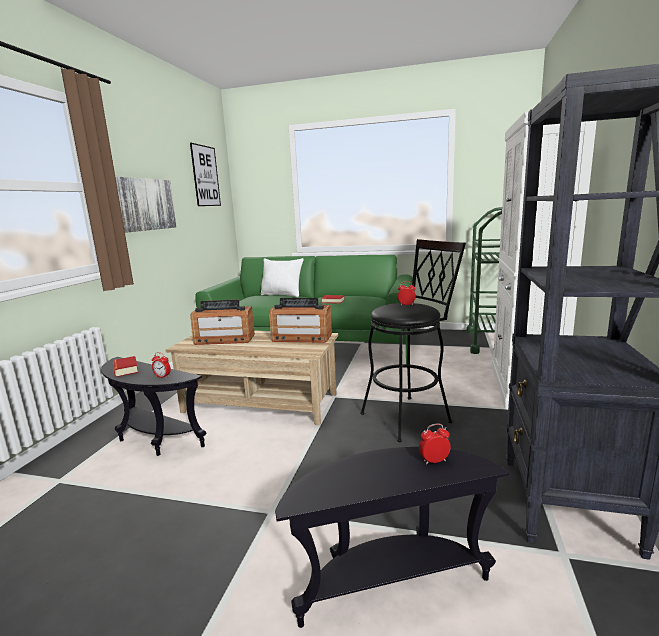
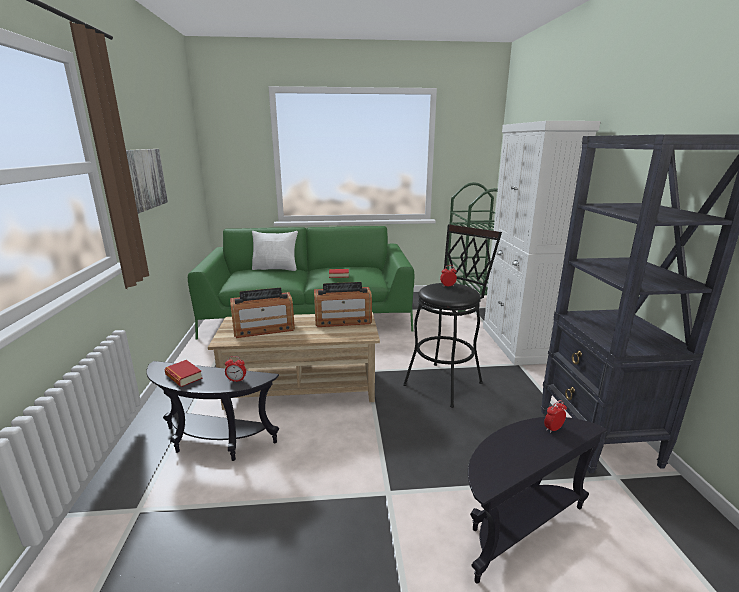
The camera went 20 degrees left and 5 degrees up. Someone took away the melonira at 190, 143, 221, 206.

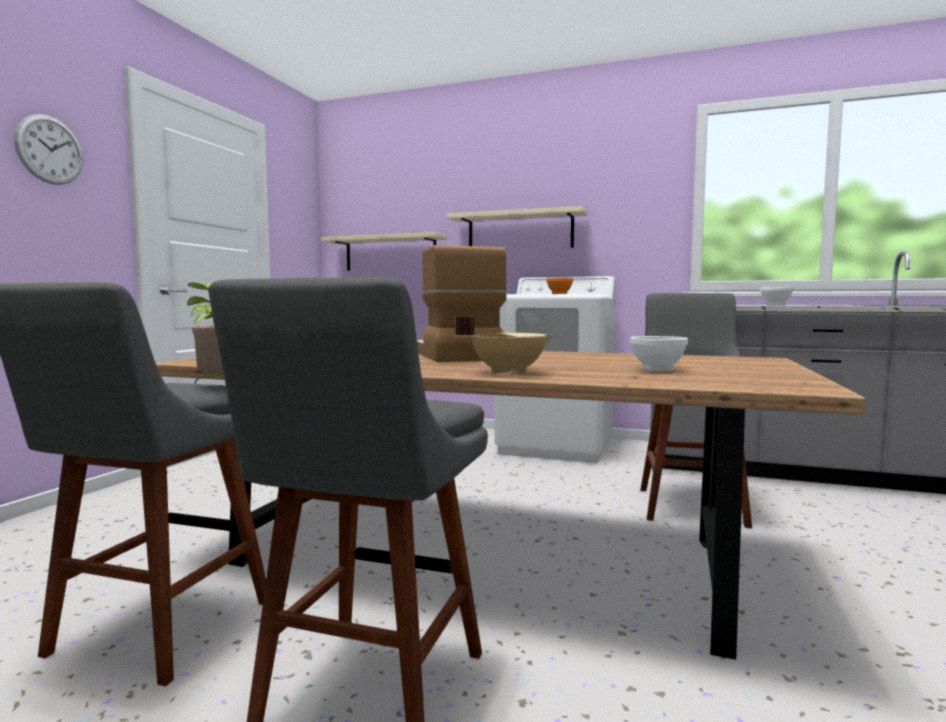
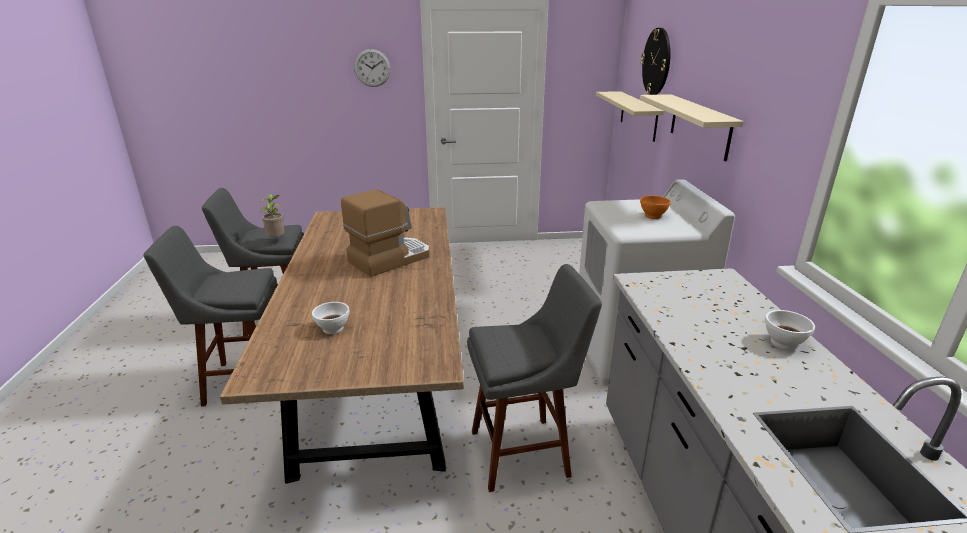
The camera went 65 degrees right and 20 degrees up. Someone put up the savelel at 641, 28, 671, 95. Someone took away the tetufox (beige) at 455, 316, 554, 375.

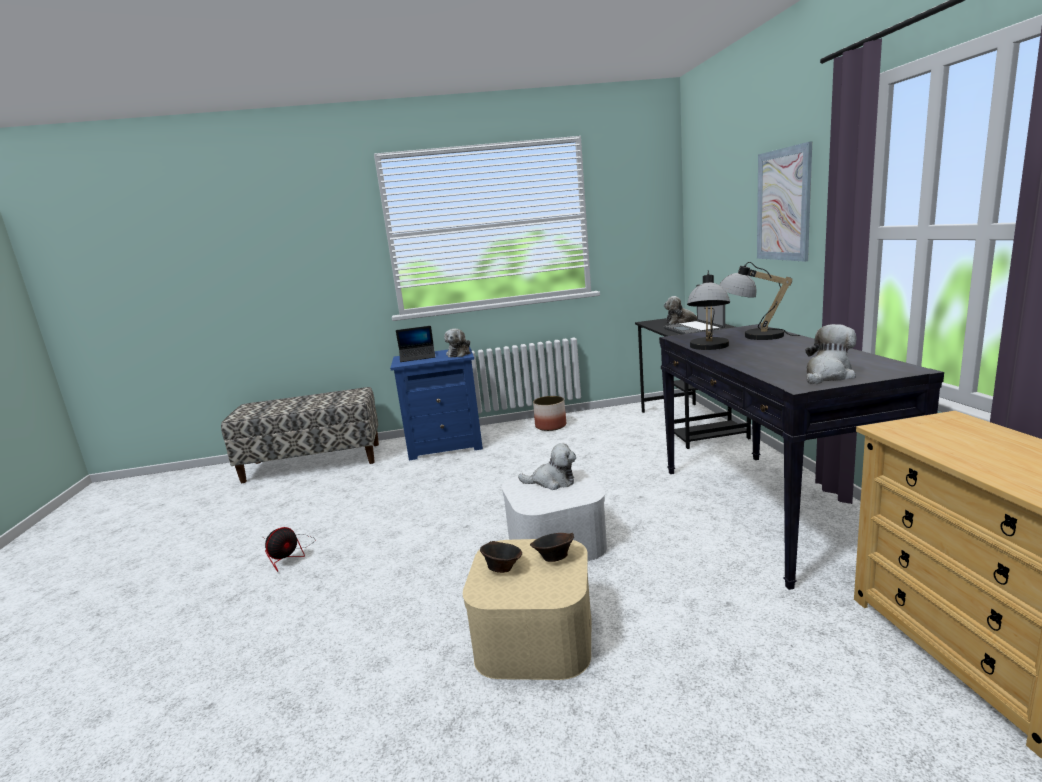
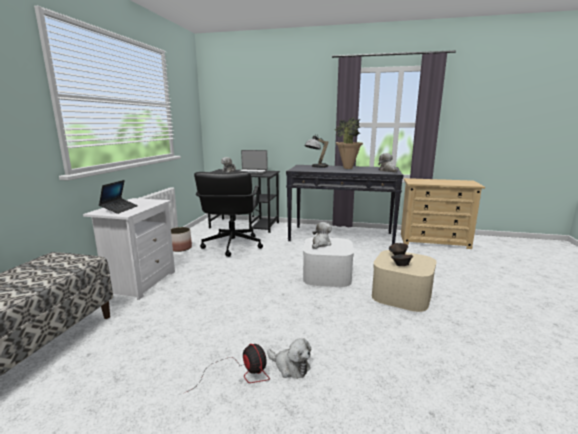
The camera went 70 degrees left and 0 degrees up. Someone repainted the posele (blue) at 390, 347, 483, 460, which became the posele (white) at 83, 198, 175, 300. Someone put down the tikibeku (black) at 194, 172, 263, 257. Someone carried the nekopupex from 444, 329, 470, 358 to 267, 338, 311, 379. Someone put down the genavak at 335, 117, 363, 169. Someone took away the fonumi at 687, 270, 730, 350. Someone took away the melonira at 757, 141, 812, 262.

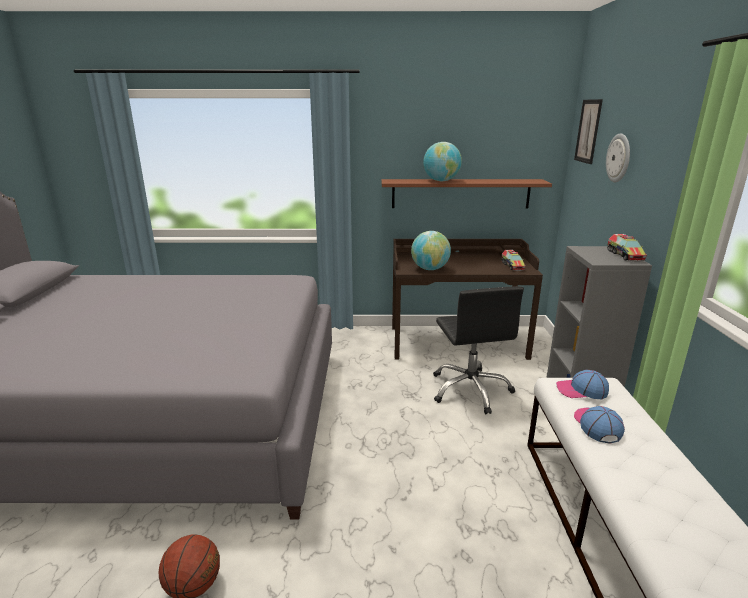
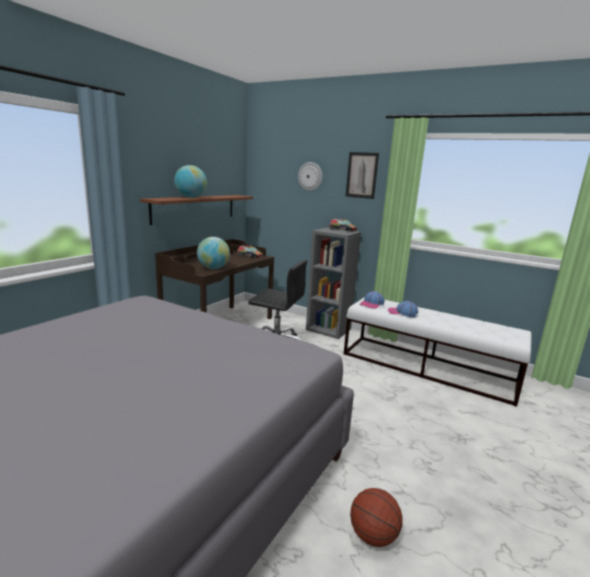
The camera went 60 degrees left and 5 degrees down. Someone carried the melonira from 574, 99, 603, 164 to 346, 152, 379, 199.

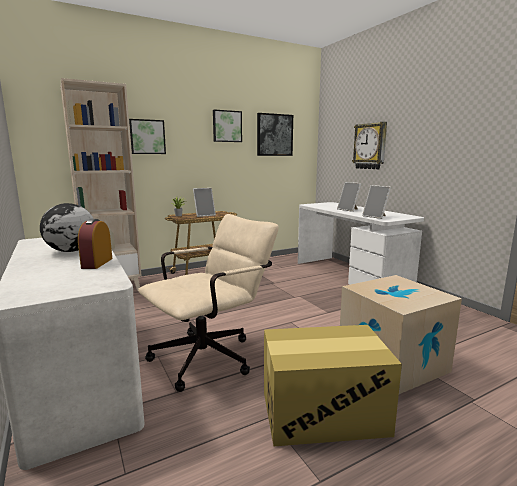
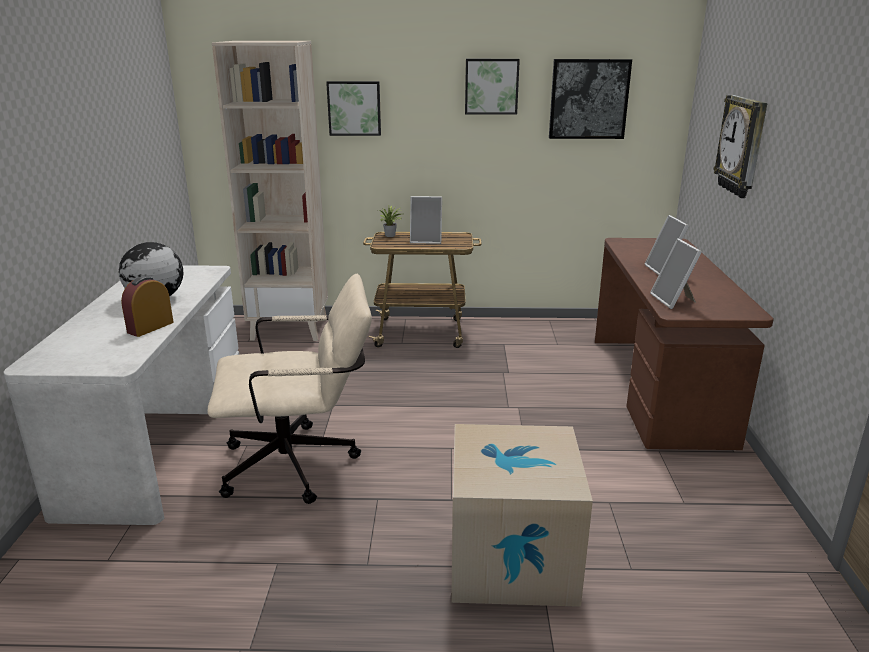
The camera went 30 degrees right and 10 degrees up. Someone repainted the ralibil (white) at 298, 202, 424, 285, which became the ralibil (brown) at 595, 238, 774, 450. Someone took away the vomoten at 264, 325, 402, 447.

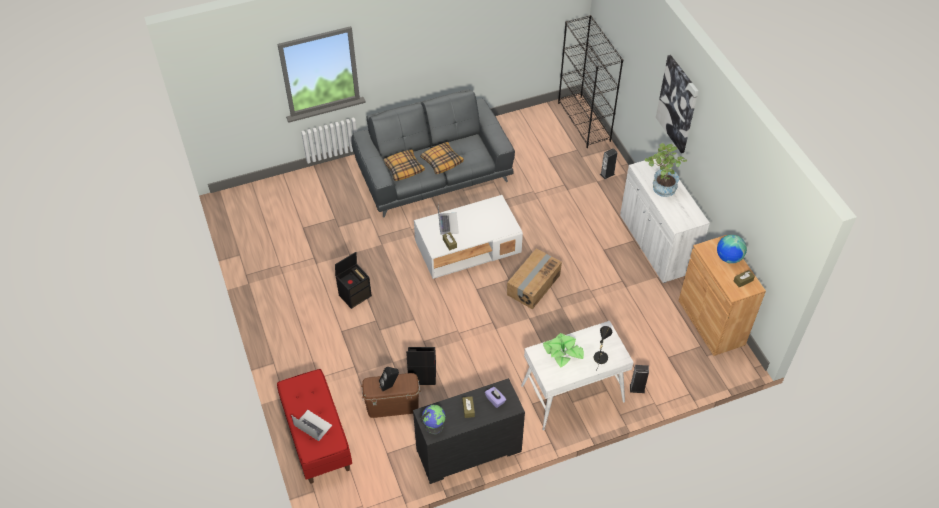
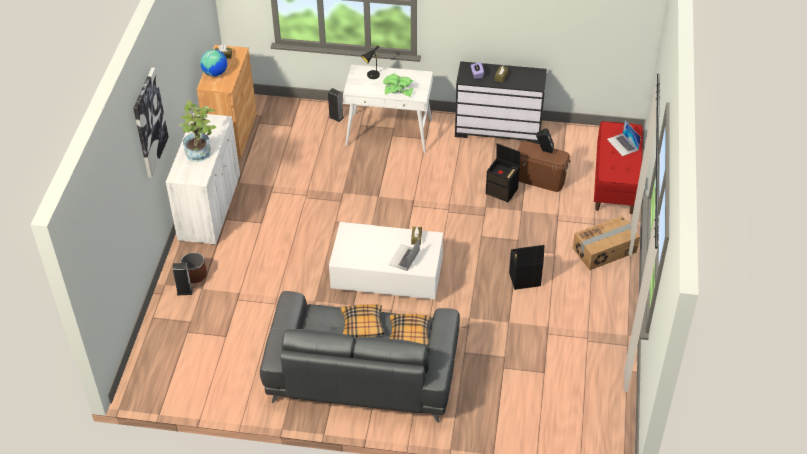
The camera went 150 degrees left and 5 degrees down. Someone put down the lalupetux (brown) at 181, 252, 207, 283. Someone carried the vomoten from 507, 249, 562, 310 to 573, 216, 640, 270. Someone took away the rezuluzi at 420, 405, 445, 435. Someone took away the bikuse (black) at 558, 15, 623, 148.

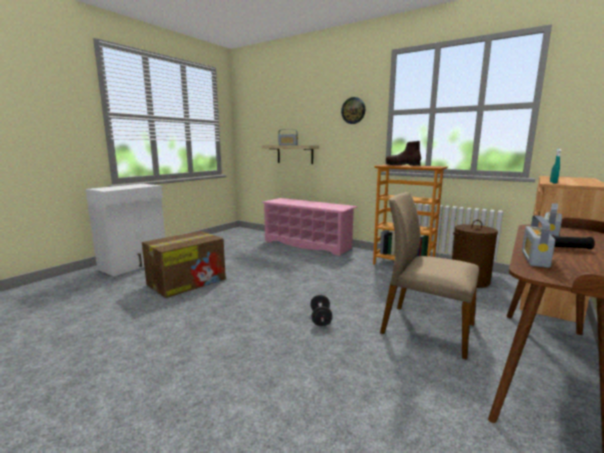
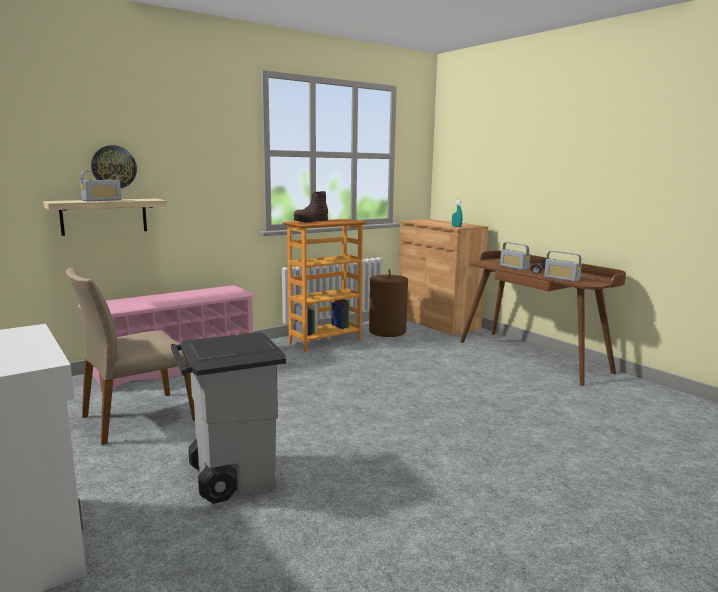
The camera went 70 degrees left and 0 degrees up. Someone carried the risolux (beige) from 380, 192, 479, 360 to 66, 268, 195, 445. Someone carried the savelel from 341, 97, 365, 124 to 91, 145, 137, 188. Someone swapped the vomoten at 142, 231, 226, 298 for the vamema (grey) at 171, 332, 286, 504. Someone took away the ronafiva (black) at 310, 295, 333, 326.

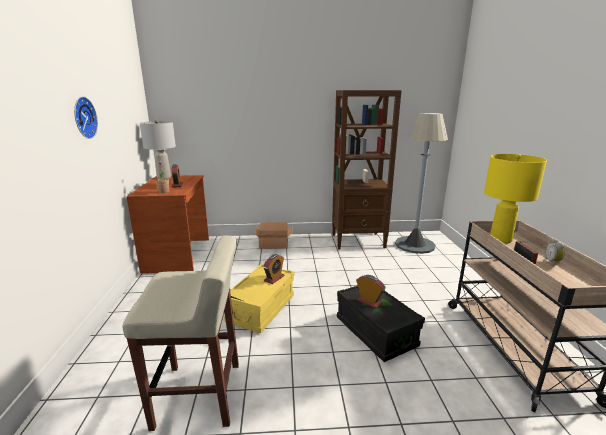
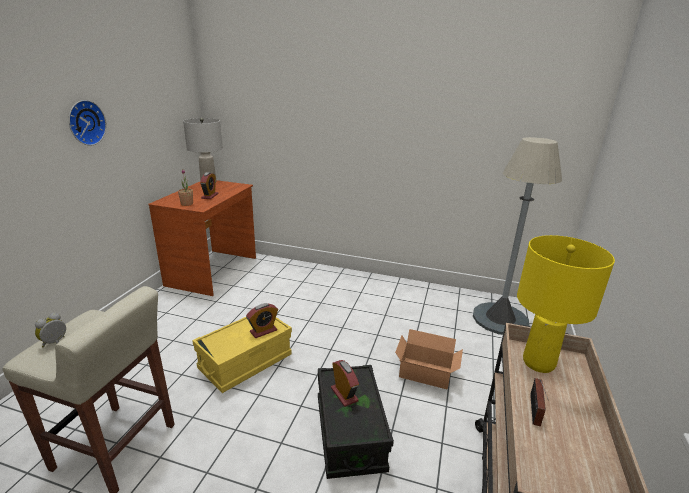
The camera went 20 degrees right and 5 degrees up. Someone carried the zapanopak from 546, 238, 564, 266 to 35, 313, 66, 347. Someone carried the vomoten from 255, 222, 292, 249 to 395, 329, 463, 389. Someone took away the bikuse (brown) at 332, 90, 402, 250.

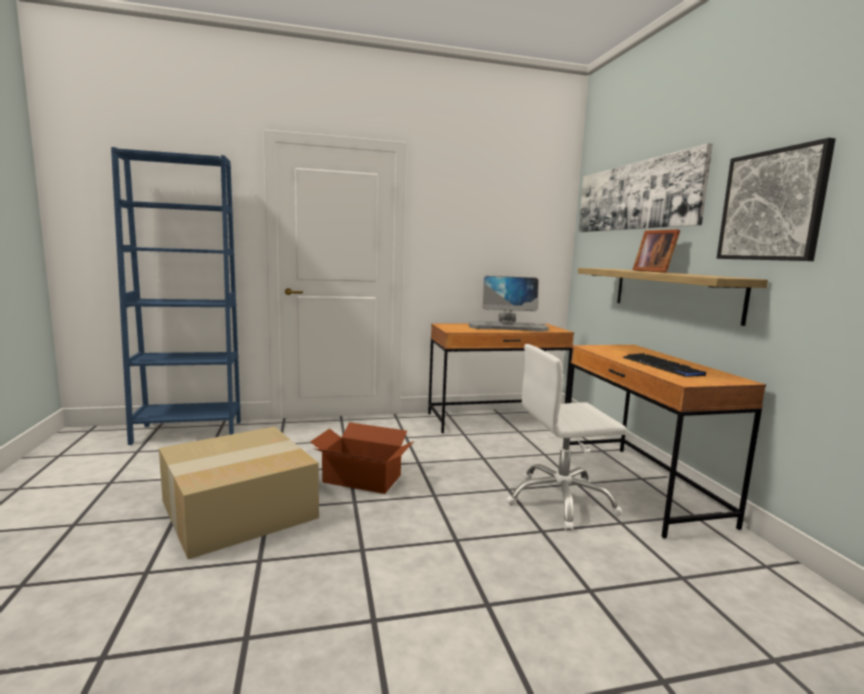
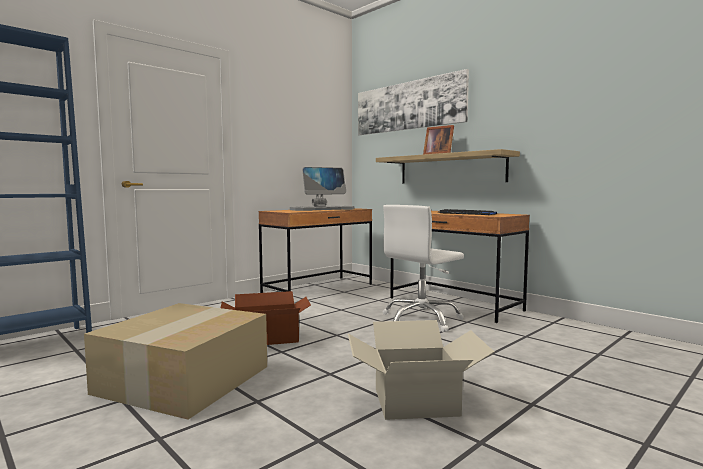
The camera went 30 degrees left and 5 degrees down. Someone put down the vomoten at 348, 320, 494, 420. Someone took away the melonira at 717, 138, 836, 261.

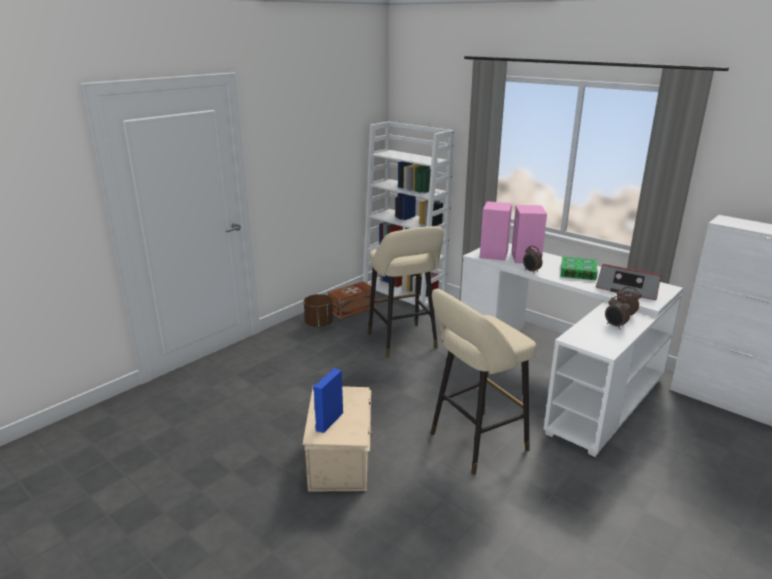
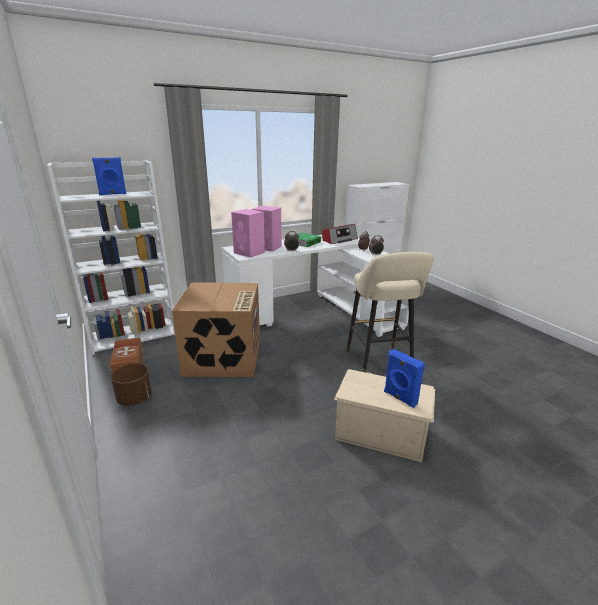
The camera went 70 degrees left and 0 degrees up. Someone put down the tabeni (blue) at 92, 157, 127, 195. Someone swapped the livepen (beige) at 368, 226, 444, 358 for the vomoten at 172, 282, 260, 377.

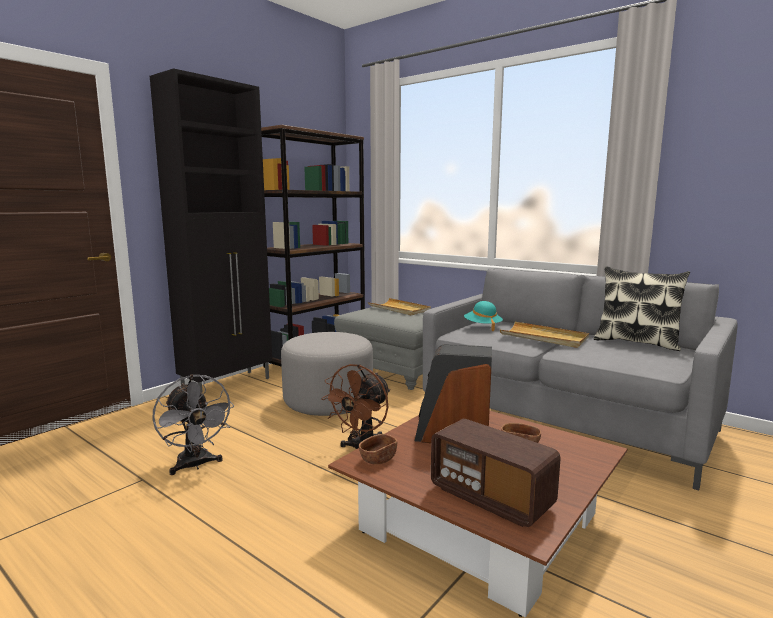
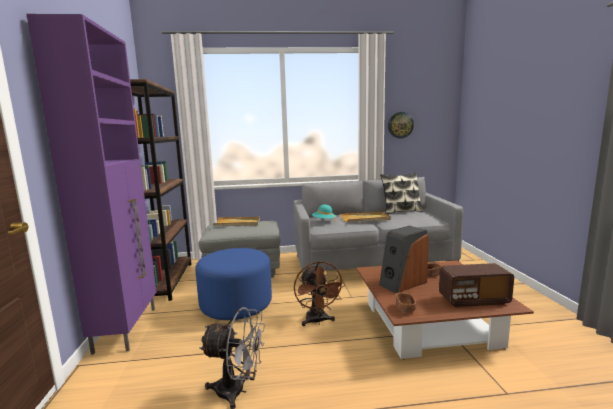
The camera went 45 degrees left and 0 degrees up. Someone repainted the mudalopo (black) at 150, 68, 272, 393, which became the mudalopo (purple) at 27, 14, 156, 355. Someone repainted the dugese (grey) at 281, 332, 373, 416, which became the dugese (blue) at 195, 248, 272, 320. Someone put up the savelel at 388, 112, 414, 139.

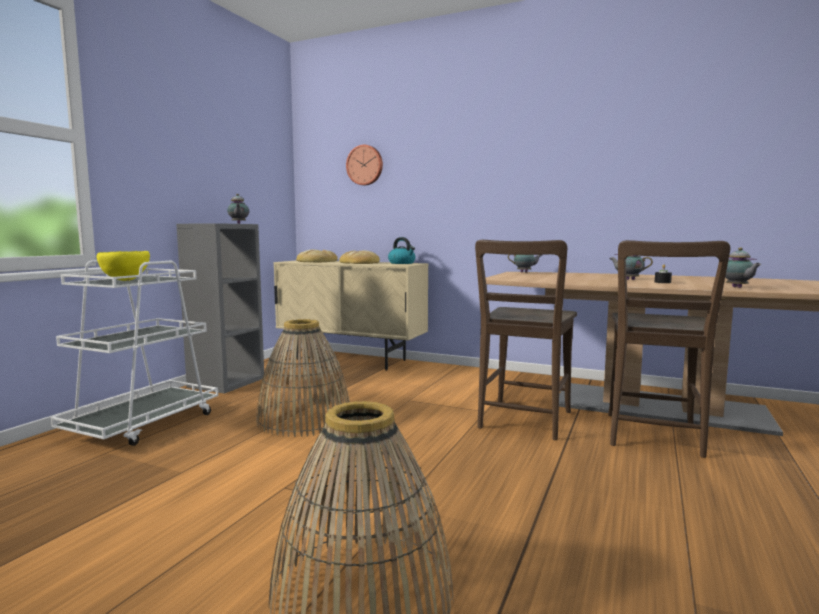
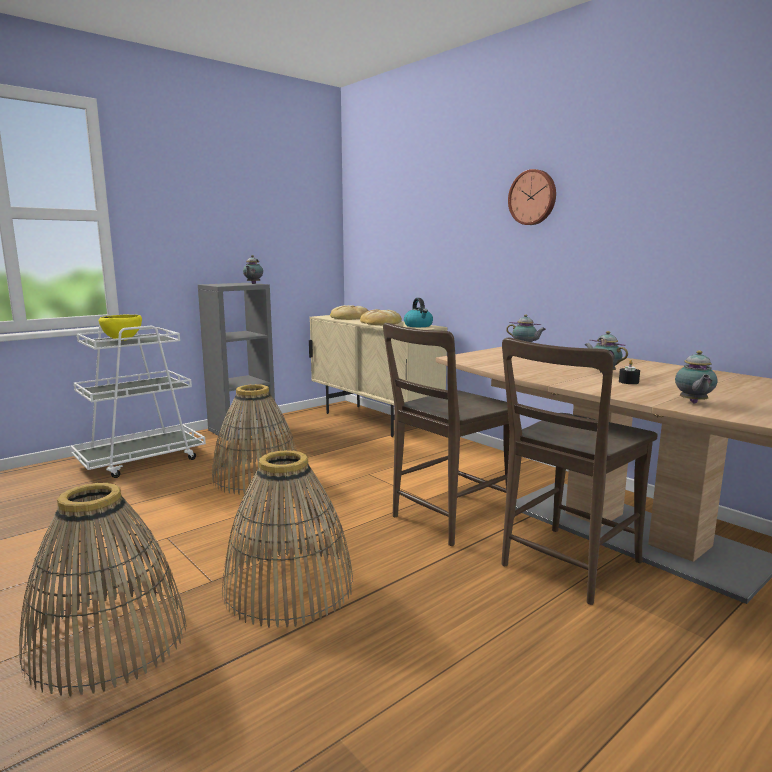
The camera went 25 degrees right and 5 degrees up. Someone put down the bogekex at 222, 450, 353, 628. Someone carried the savelel from 346, 145, 383, 185 to 508, 169, 556, 225.

